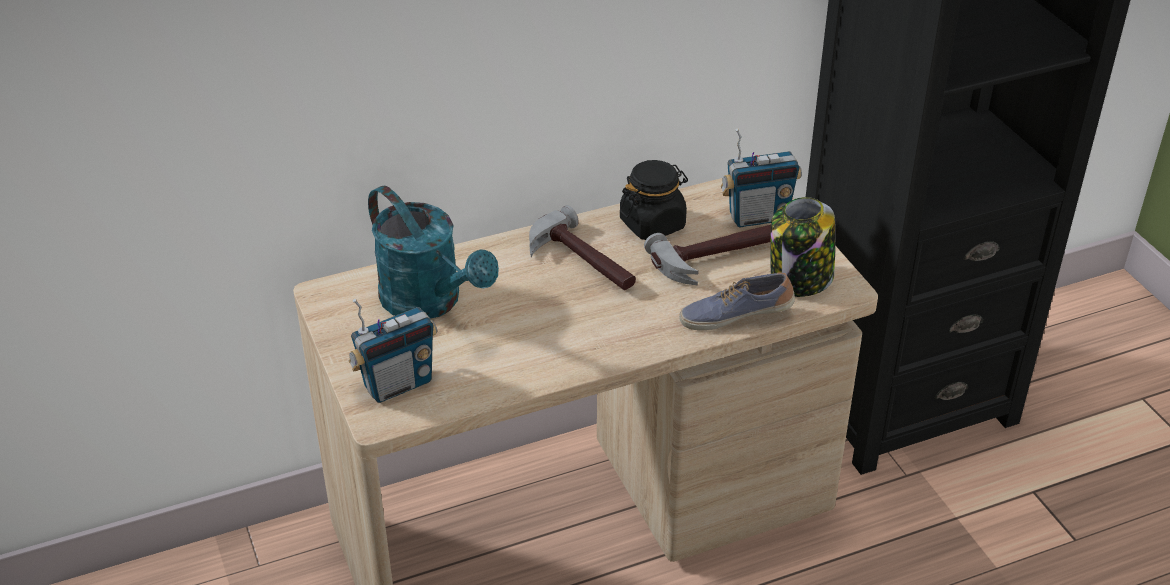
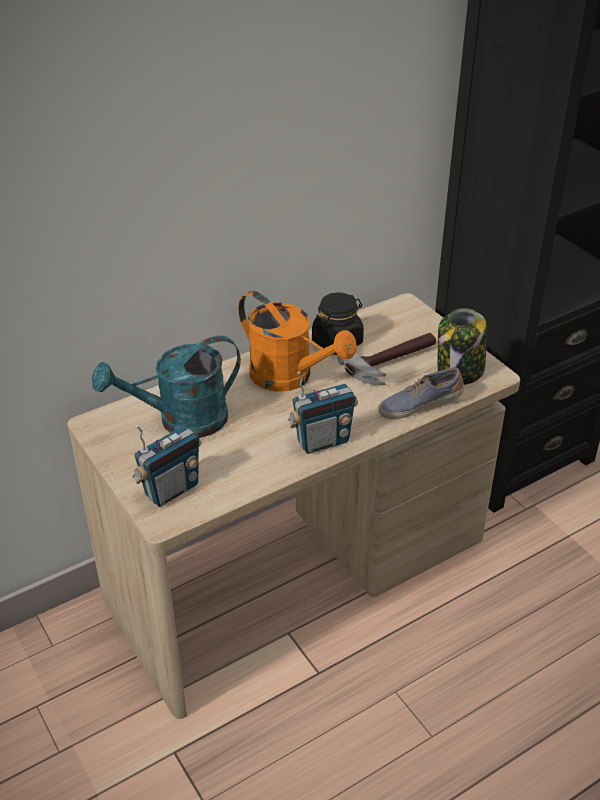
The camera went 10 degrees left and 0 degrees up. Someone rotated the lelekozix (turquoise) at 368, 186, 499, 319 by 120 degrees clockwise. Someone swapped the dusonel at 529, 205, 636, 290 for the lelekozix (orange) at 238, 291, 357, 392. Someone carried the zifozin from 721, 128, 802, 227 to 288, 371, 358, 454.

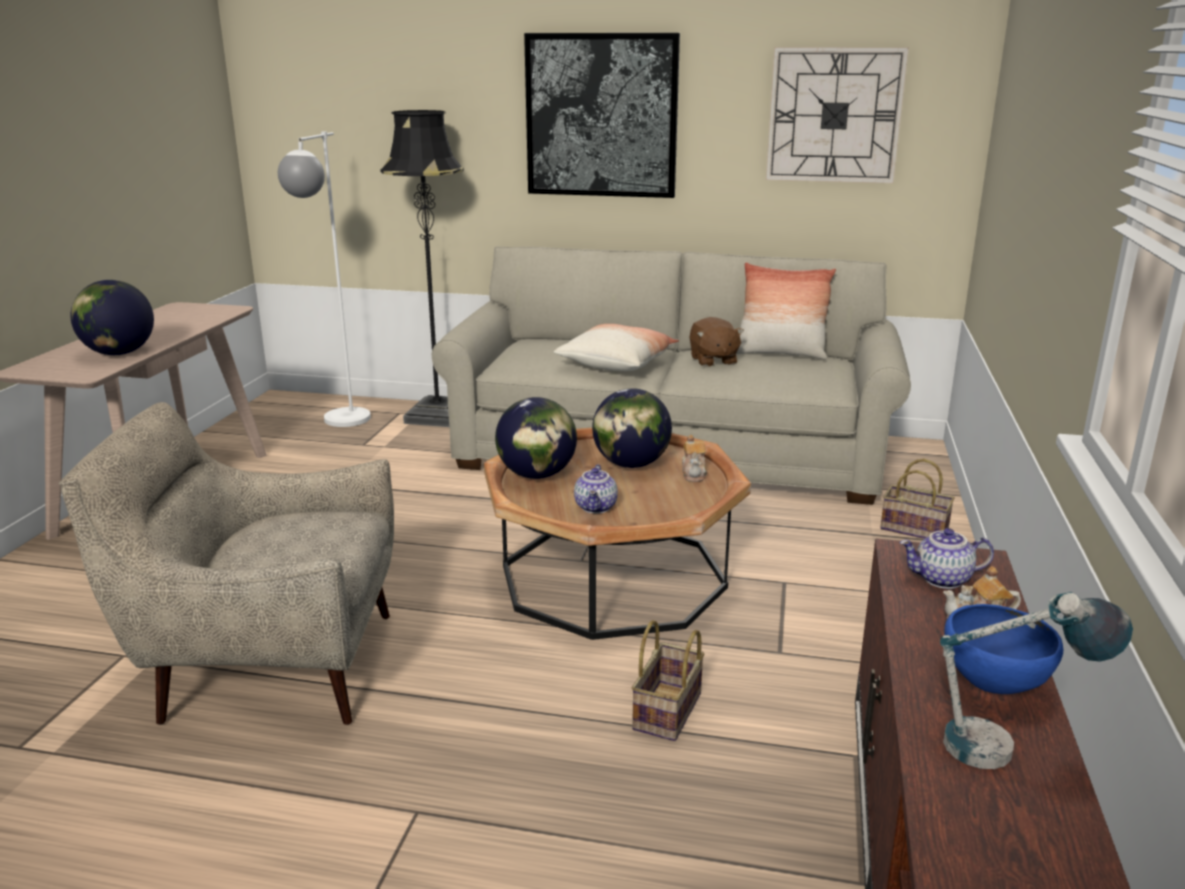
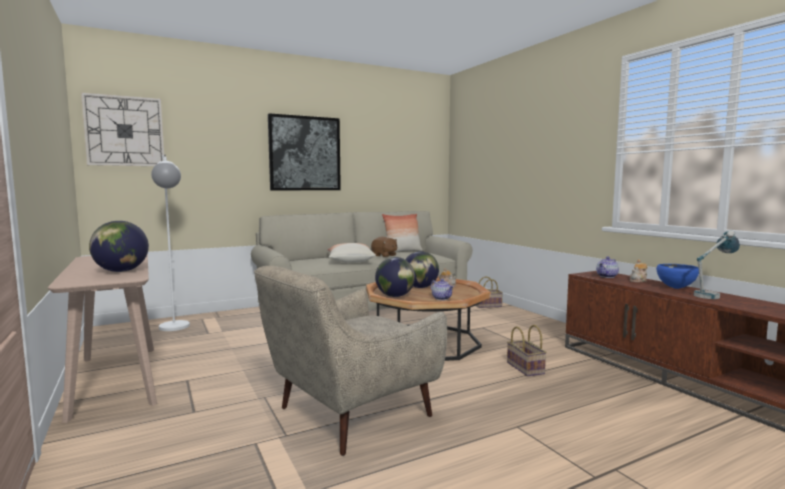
The camera went 40 degrees left and 15 degrees down. Someone carried the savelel from 766, 47, 909, 183 to 81, 93, 164, 166. Someone took away the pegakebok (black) at 380, 110, 464, 427.

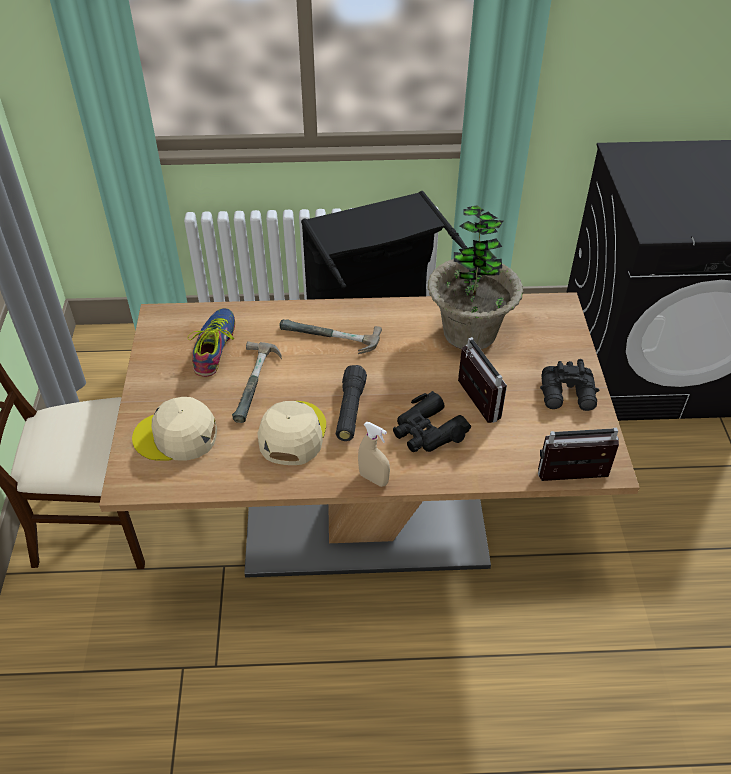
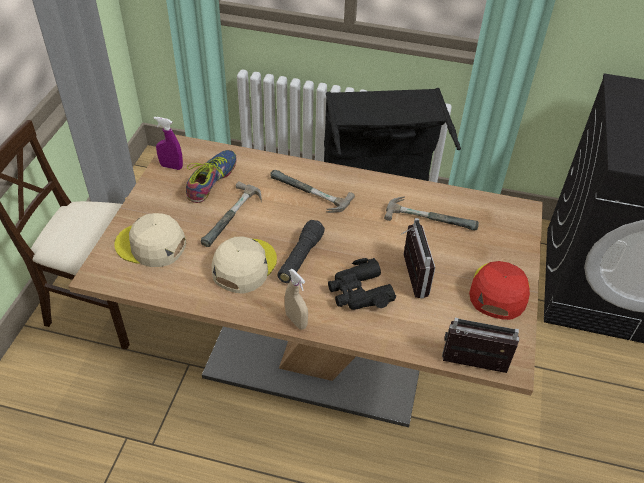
The camera went 15 degrees right and 0 degrees up. Someone put down the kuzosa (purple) at 154, 117, 183, 170. Someone swapped the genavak at 428, 205, 523, 349 for the dusonel at 384, 196, 479, 230. Someone swapped the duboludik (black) at 540, 359, 599, 411 for the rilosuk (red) at 469, 261, 530, 320.

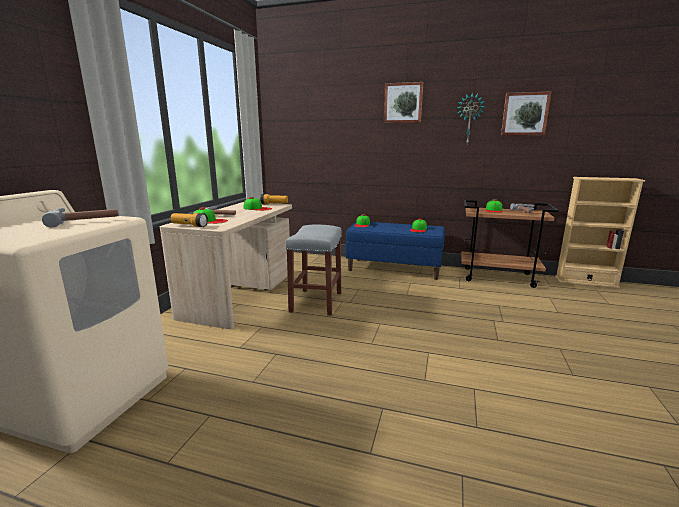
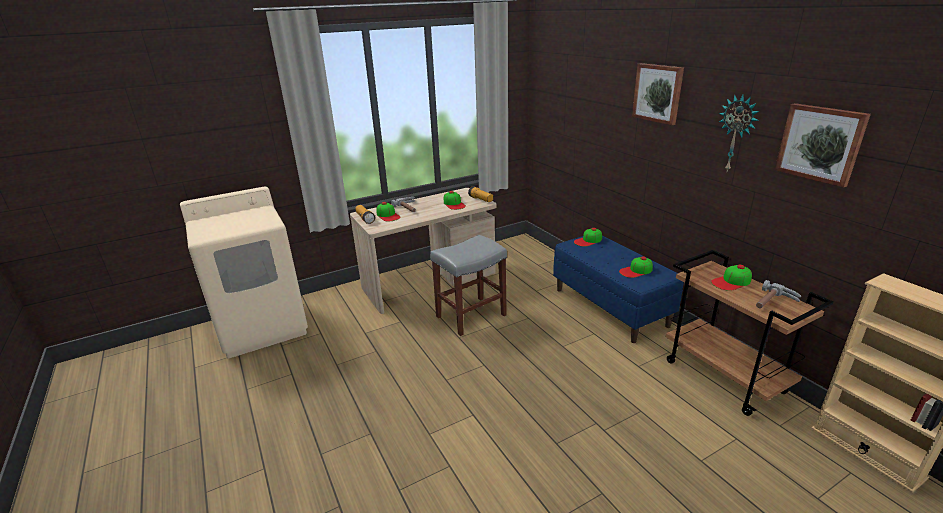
The camera went 45 degrees right and 10 degrees up. Someone took away the dusonel at 42, 208, 119, 228.

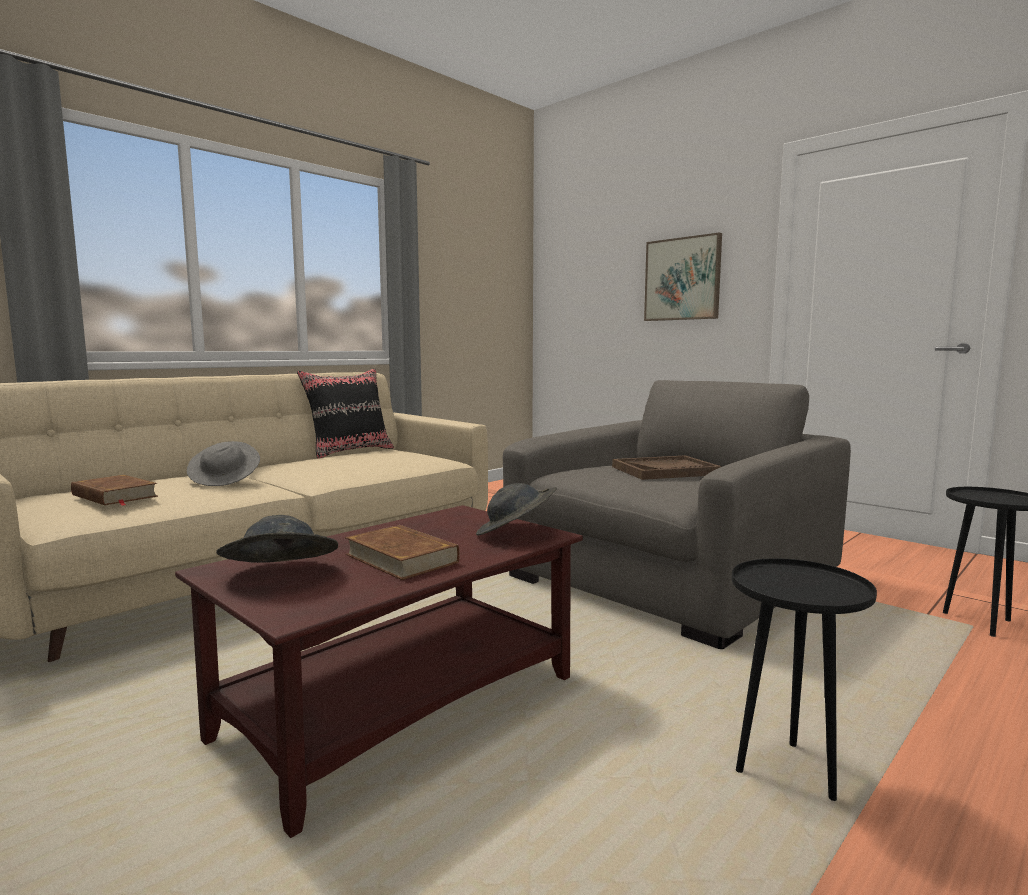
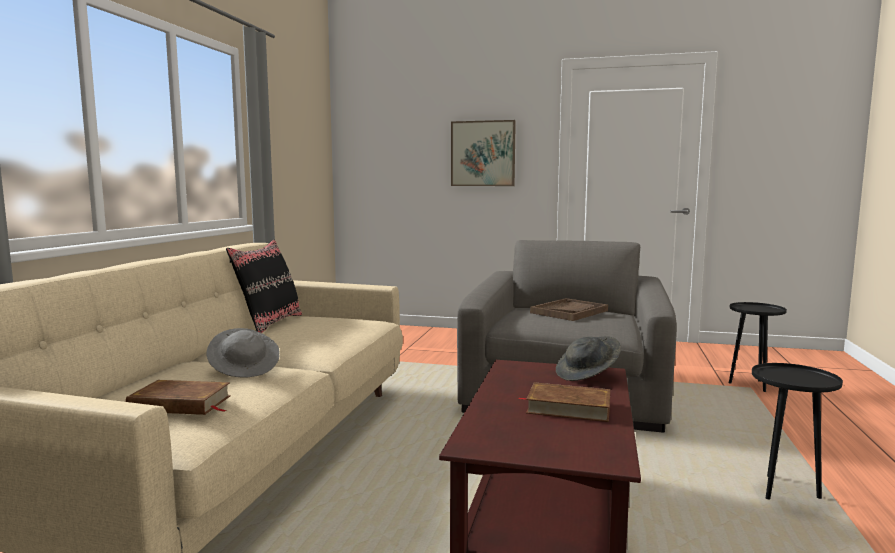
The camera went 30 degrees left and 0 degrees up. Someone took away the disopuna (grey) at 216, 515, 338, 563.

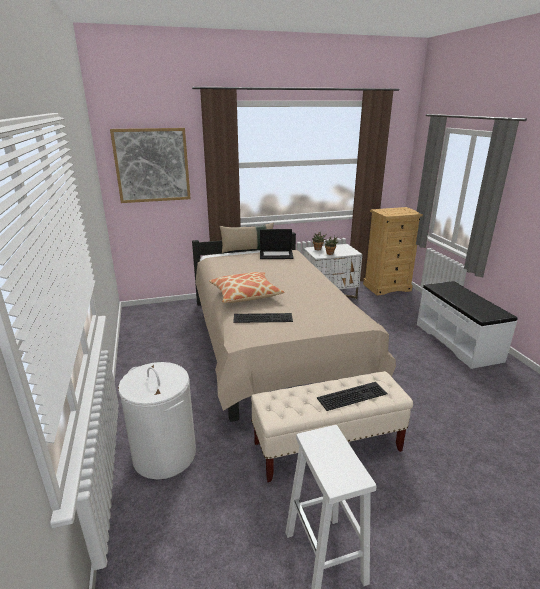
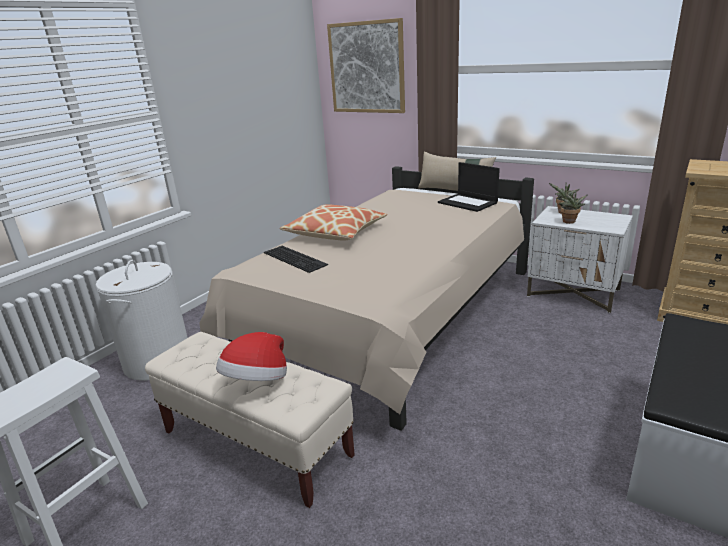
The camera went 50 degrees right and 0 degrees up. Someone swapped the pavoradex at 317, 382, 388, 411 for the disopuna at 216, 332, 287, 381.

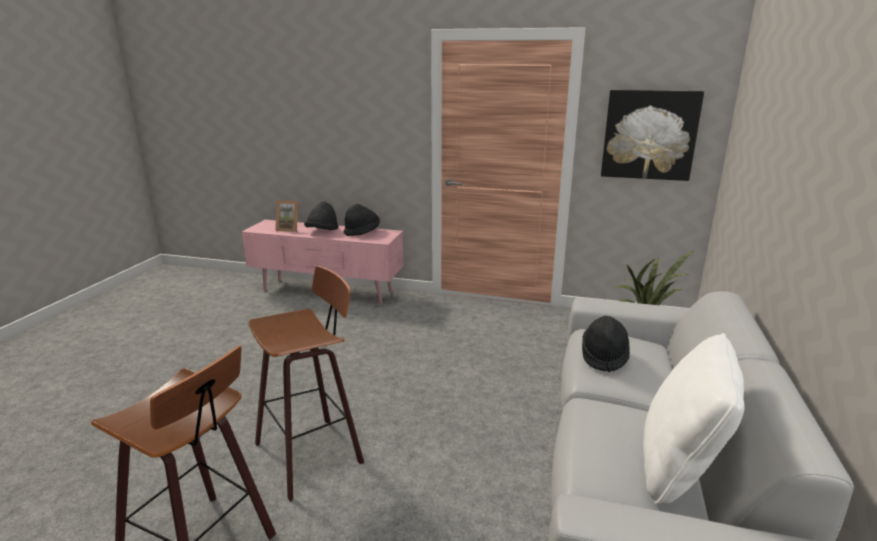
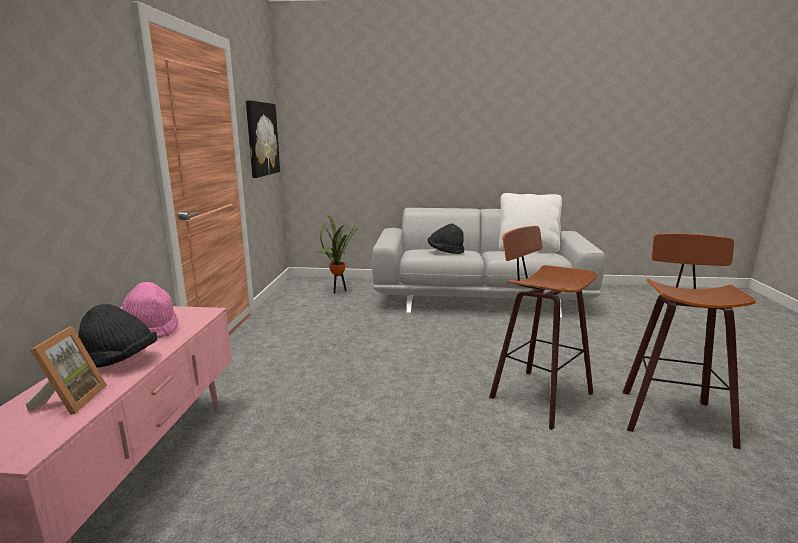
The camera went 100 degrees left and 5 degrees down. Someone repainted the disopuna (black) at 344, 204, 380, 236, which became the disopuna (pink) at 120, 282, 179, 338.

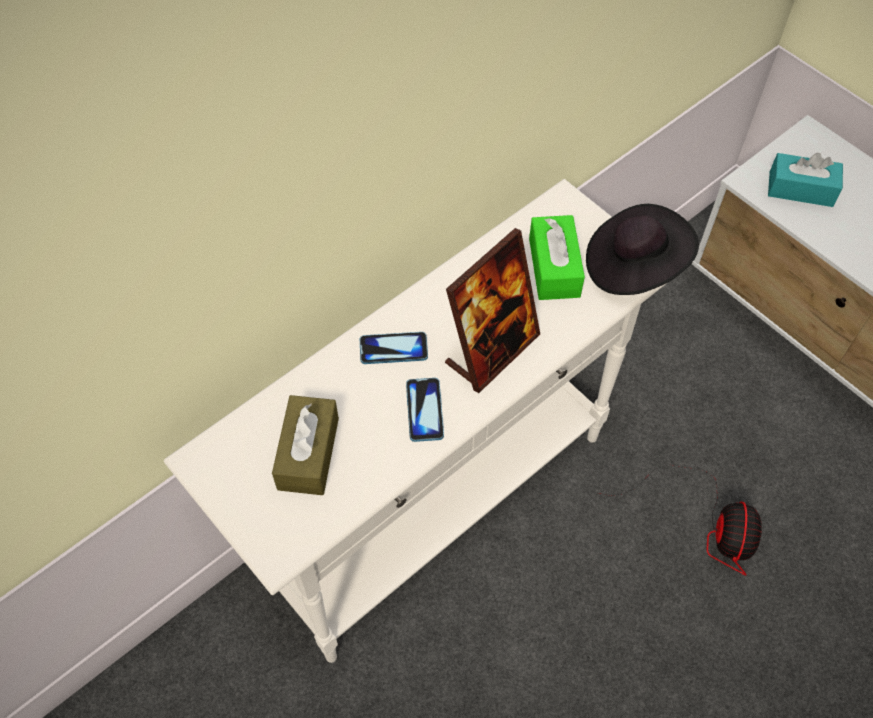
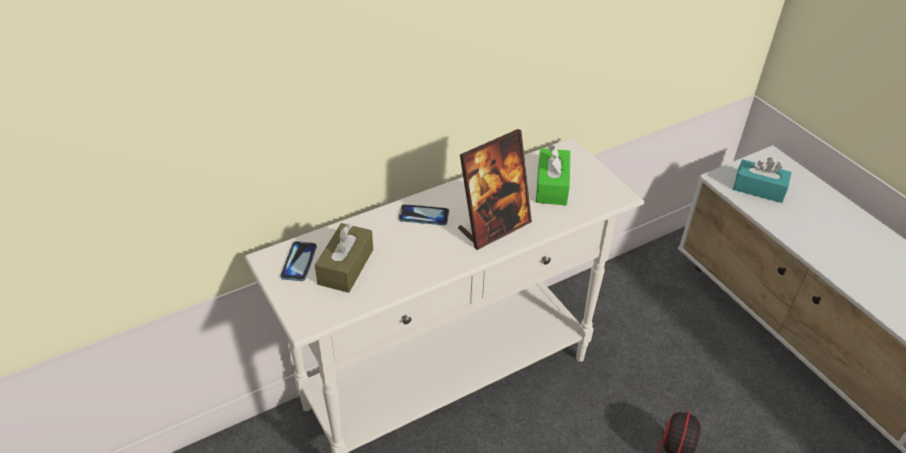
The camera went 10 degrees right and 15 degrees down. Someone carried the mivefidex from 406, 378, 444, 442 to 280, 241, 317, 281. Someone took away the disopuna (black) at 586, 204, 699, 295.

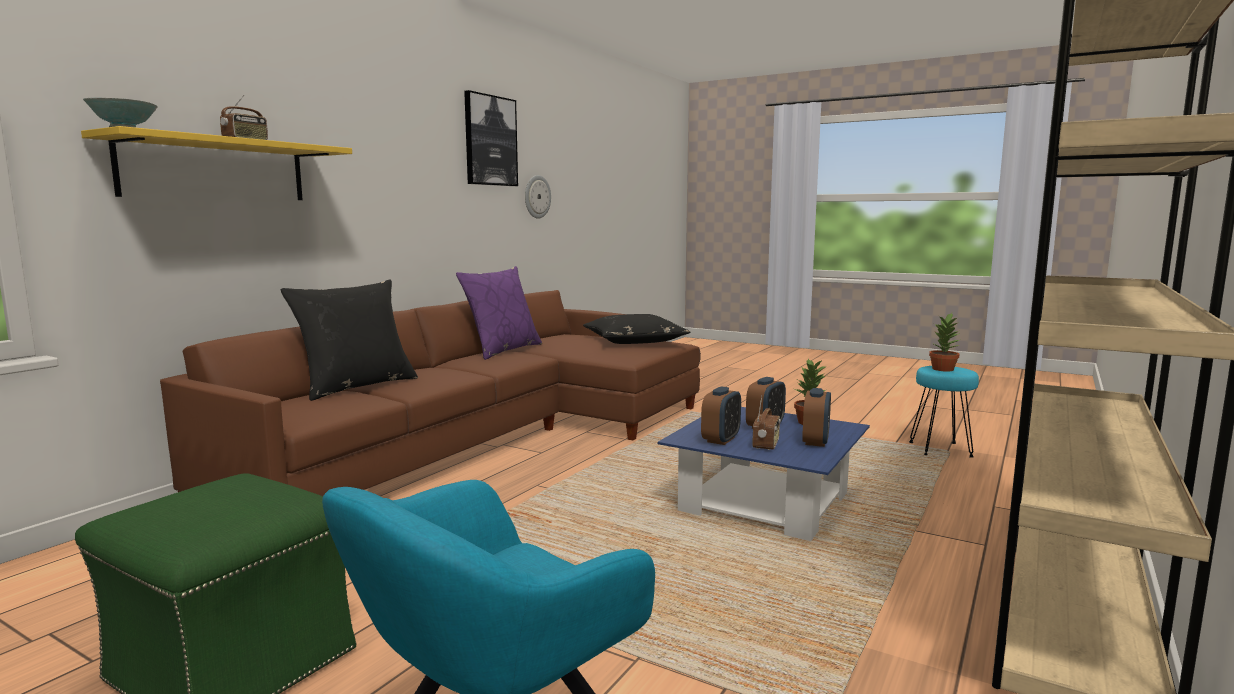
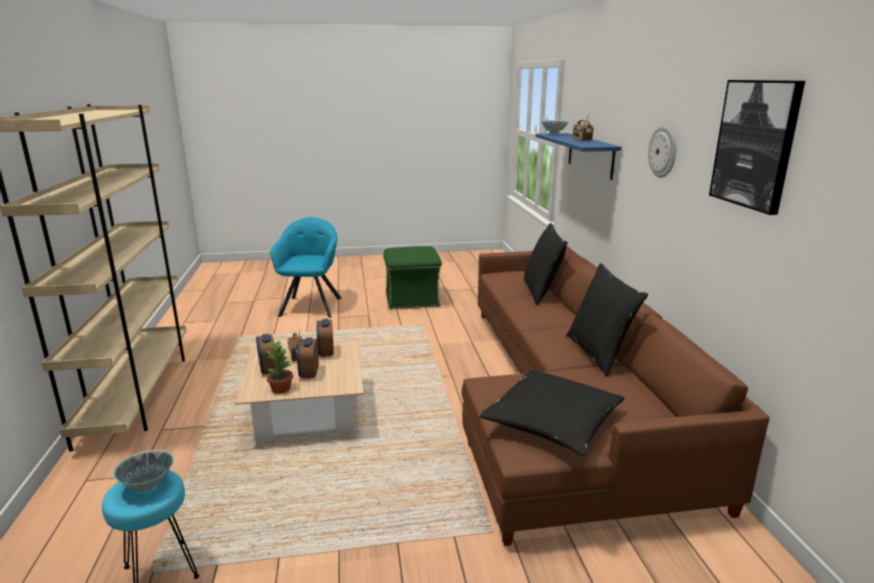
The camera went 140 degrees right and 10 degrees up. Someone swapped the genavak at 929, 313, 960, 372 for the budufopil at 113, 450, 174, 492. Someone repainted the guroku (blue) at 658, 407, 870, 541, which became the guroku (beige) at 235, 341, 364, 443. Someone repainted the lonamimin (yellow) at 81, 126, 352, 200, which became the lonamimin (blue) at 535, 133, 622, 180. Someone repainted the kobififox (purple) at 456, 266, 542, 360, which became the kobififox (black) at 566, 263, 648, 376. Someone carried the savelel from 525, 175, 551, 219 to 648, 126, 676, 178.

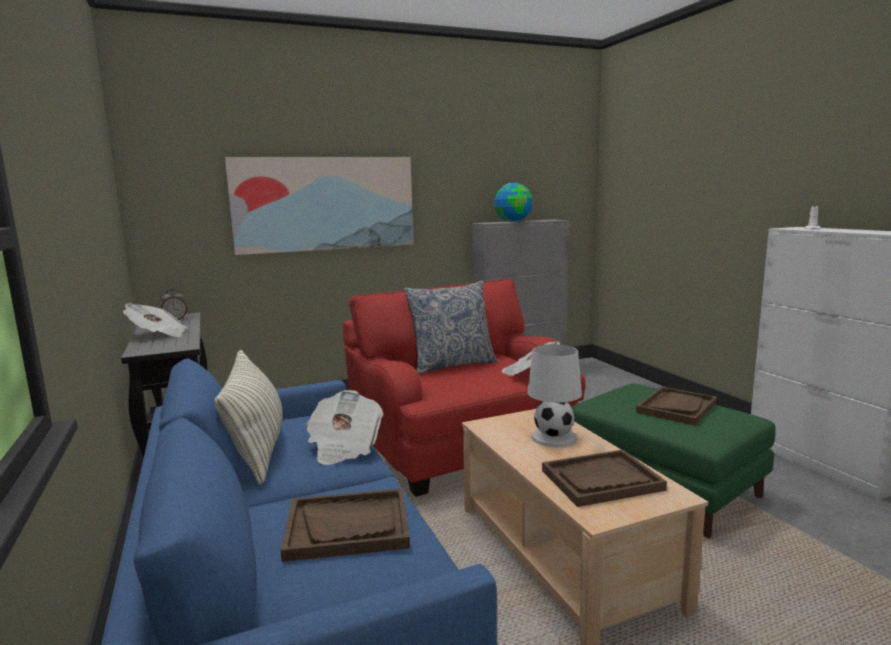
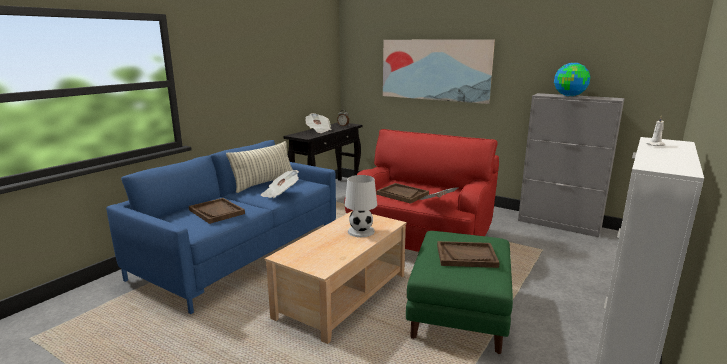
The camera went 55 degrees right and 5 degrees up. Someone carried the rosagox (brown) from 542, 450, 667, 507 to 376, 183, 429, 204. Someone took away the kobififox at 404, 281, 497, 374.

